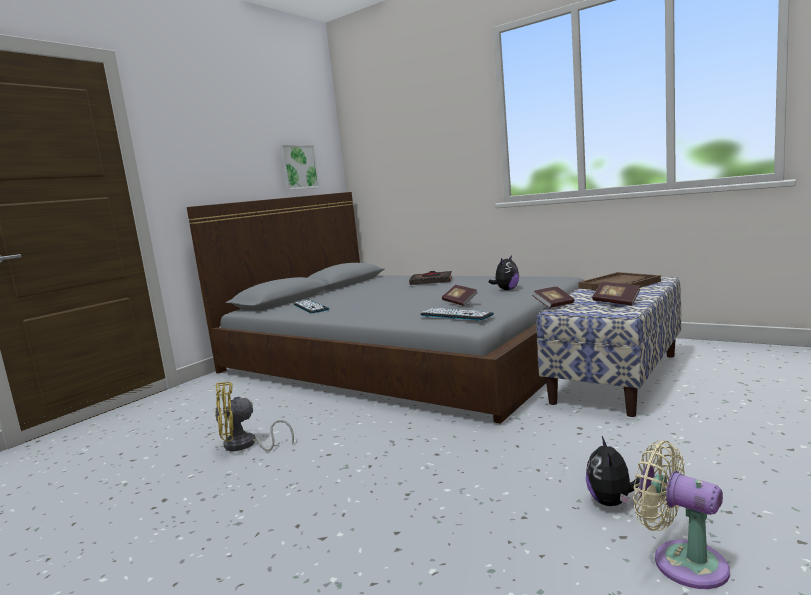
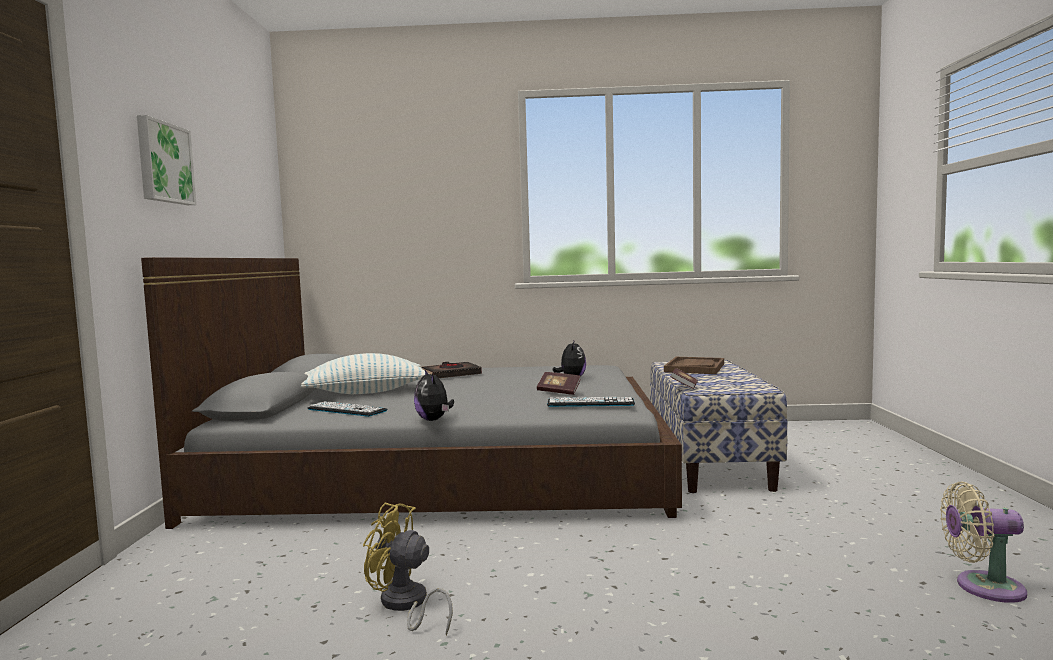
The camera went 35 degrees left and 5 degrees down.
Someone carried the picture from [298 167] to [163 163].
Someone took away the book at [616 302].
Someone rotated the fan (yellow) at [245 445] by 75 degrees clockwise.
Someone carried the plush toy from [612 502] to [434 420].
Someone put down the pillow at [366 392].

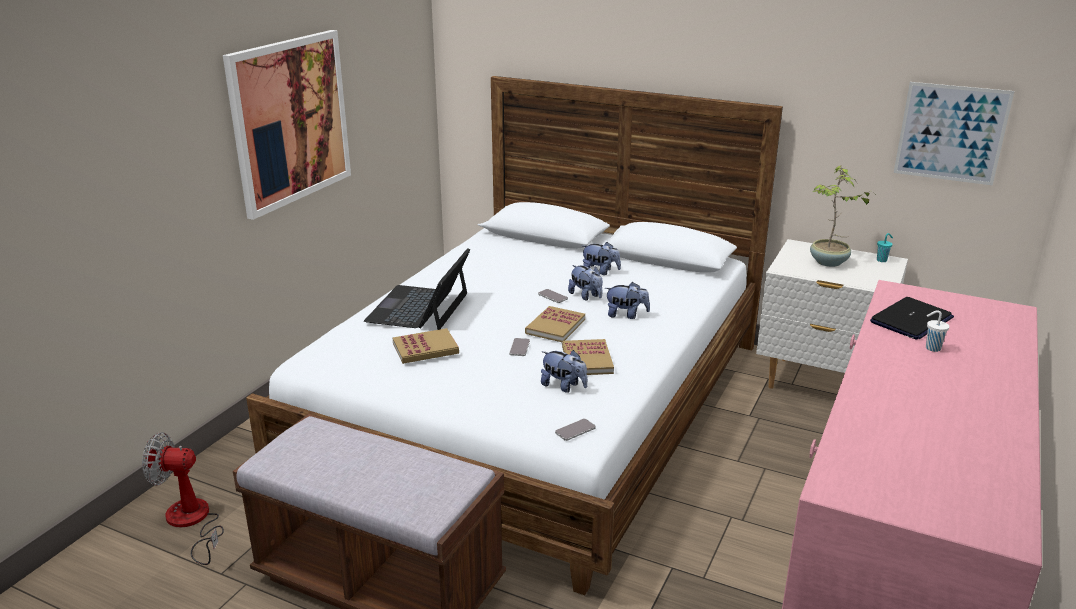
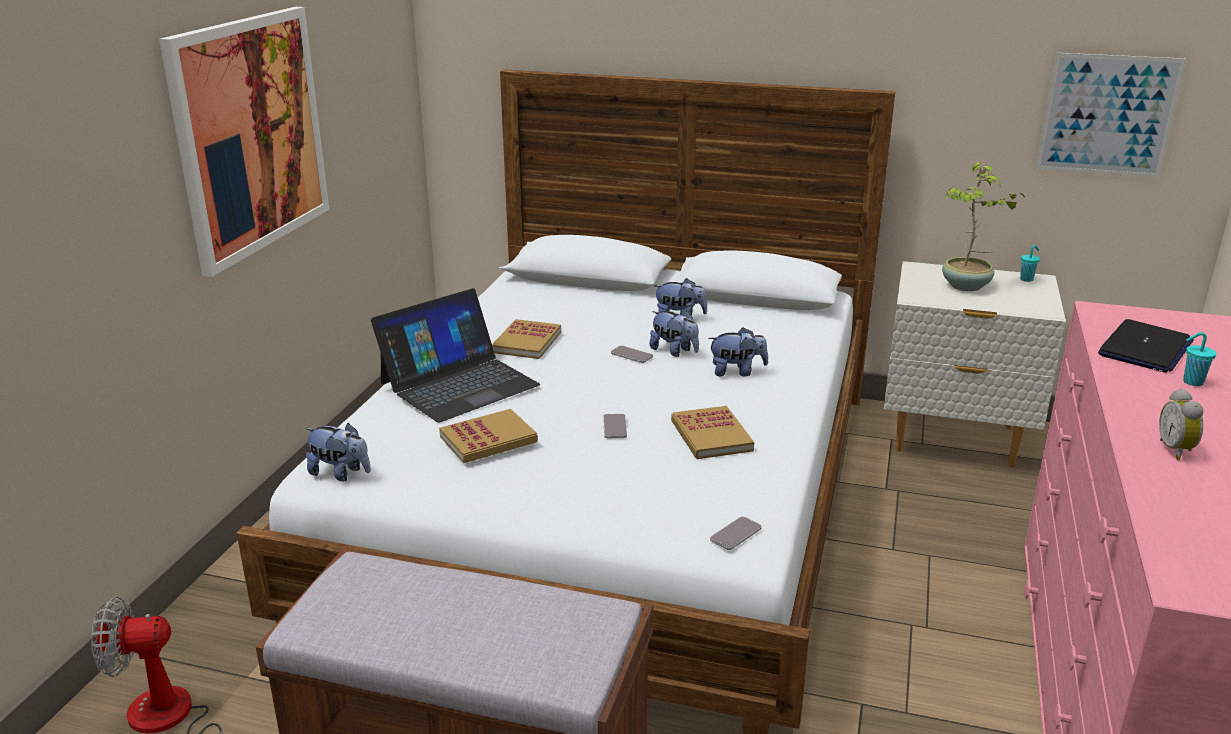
The camera went 10 degrees left and 0 degrees up.
Someone rotated the laptop at [419 307] by 135 degrees counterclockwise.
Someone carried the book from [555 326] to [526 342].
Someone repainted the cup (white) at [931 348], which became the cup (turquoise) at [1191 382].
Someone carried the plush toy from [564 386] to [340 473].
Someone put down the alarm clock at [1177 450].

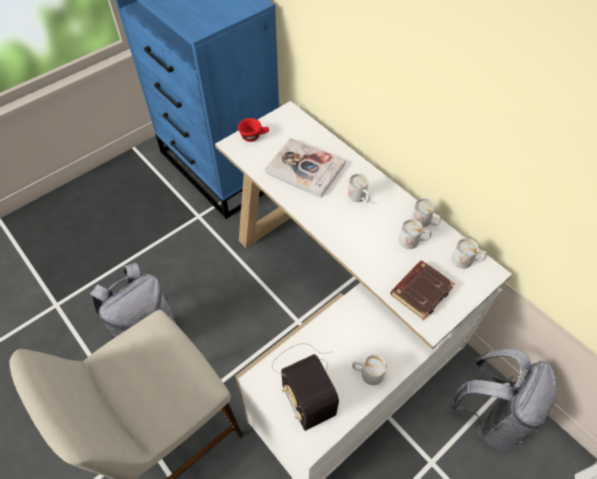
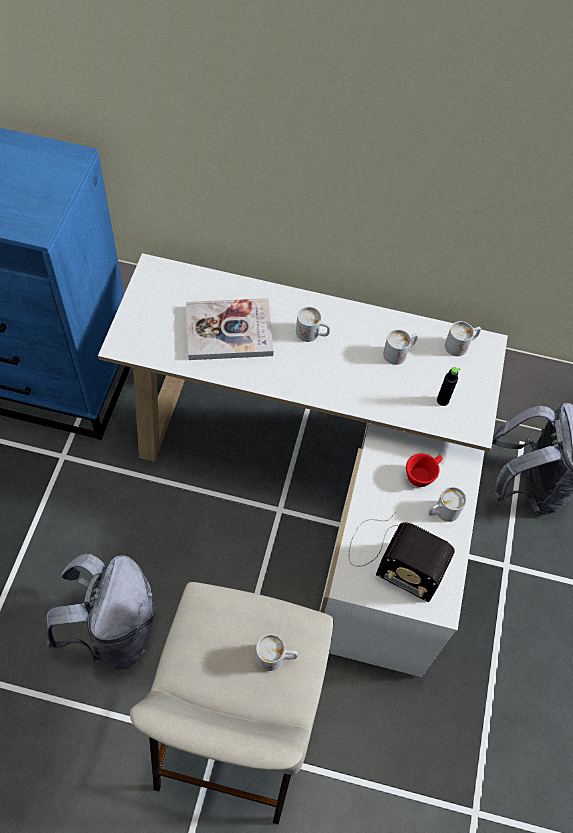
The camera went 40 degrees left and 5 degrees up.
Someone carried the cup (red) from [254 136] to [422 474].
Someone carried the mug (white) from [424 222] to [276 658].
Someone swapped the book (brown) at [420 291] for the bottle (black) at [442 400].

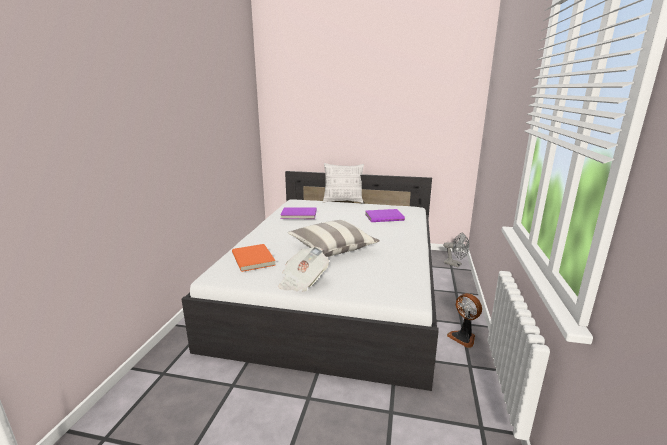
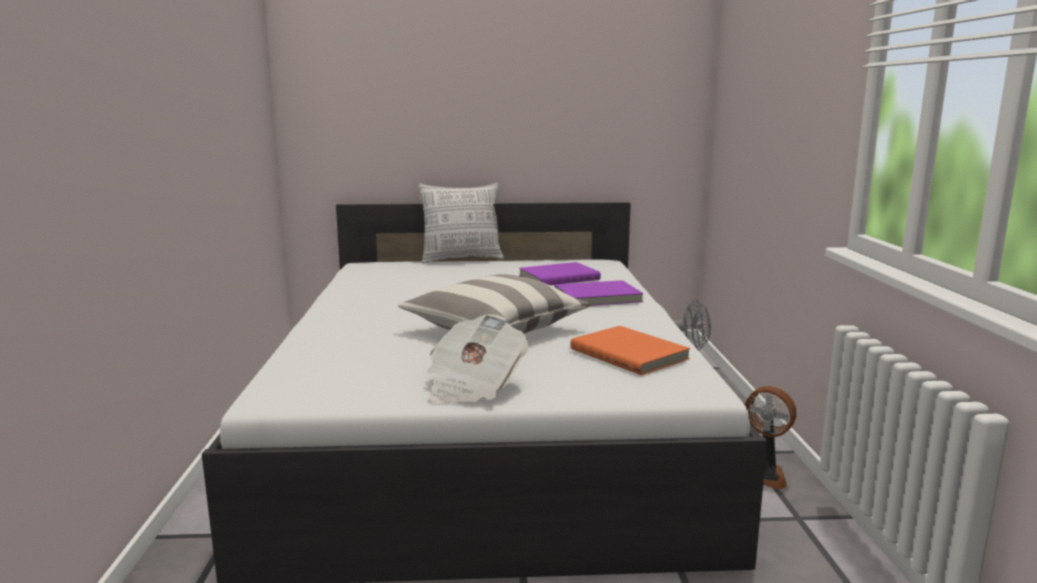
The camera went 15 degrees left and 5 degrees down.
Someone carried the book (purple) from [299 215] to [598 297].
Someone carried the book (orange) from [254 259] to [630 353].

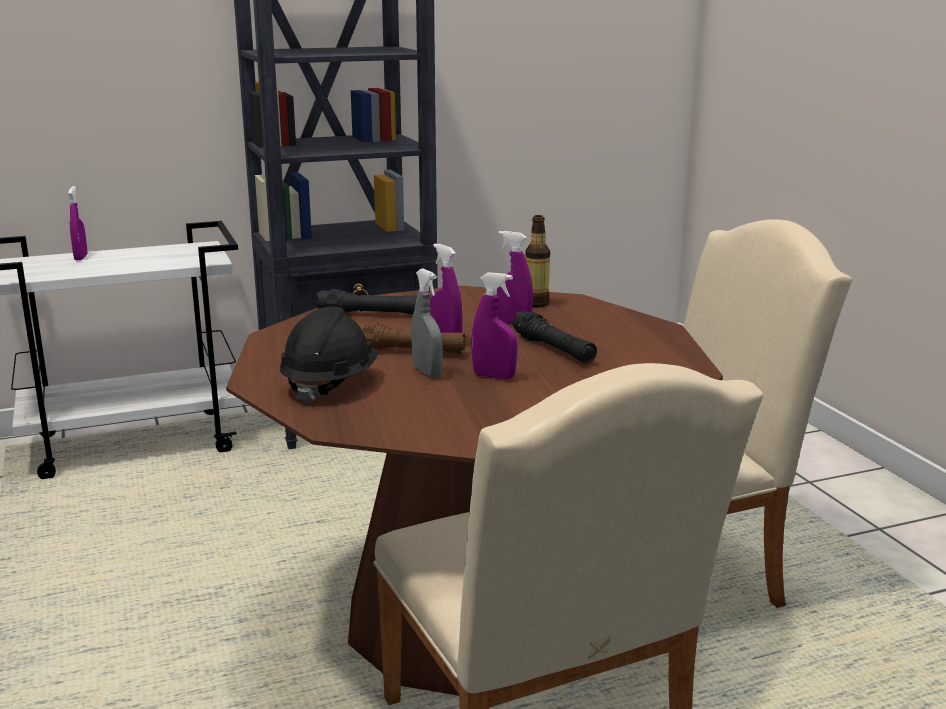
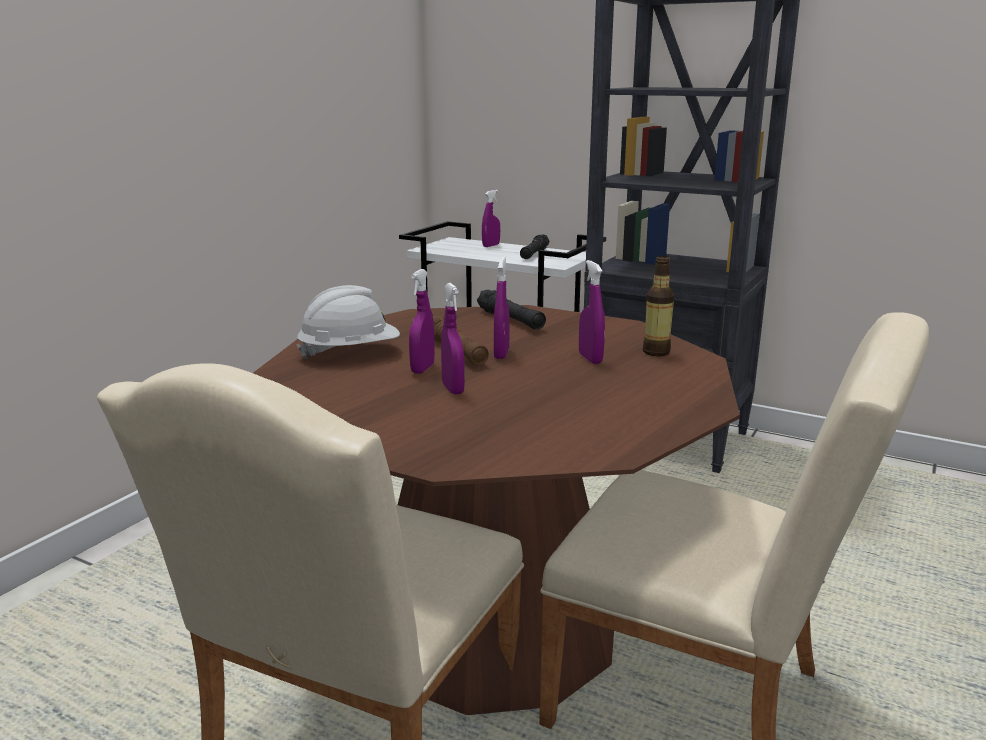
The camera went 50 degrees right and 0 degrees up.
Someone repainted the spray bottle (grey) at [427 372], which became the spray bottle (purple) at [422 369].
Someone repainted the hard hat (black) at [330 384], which became the hard hat (white) at [350 353].
Someone carried the flashlight (black) from [554 349] to [534 254].

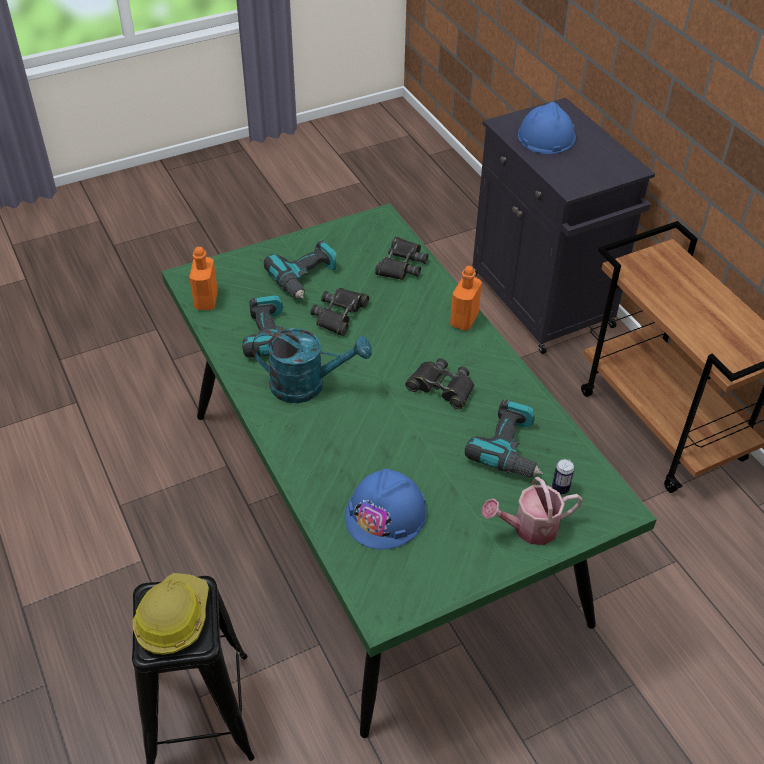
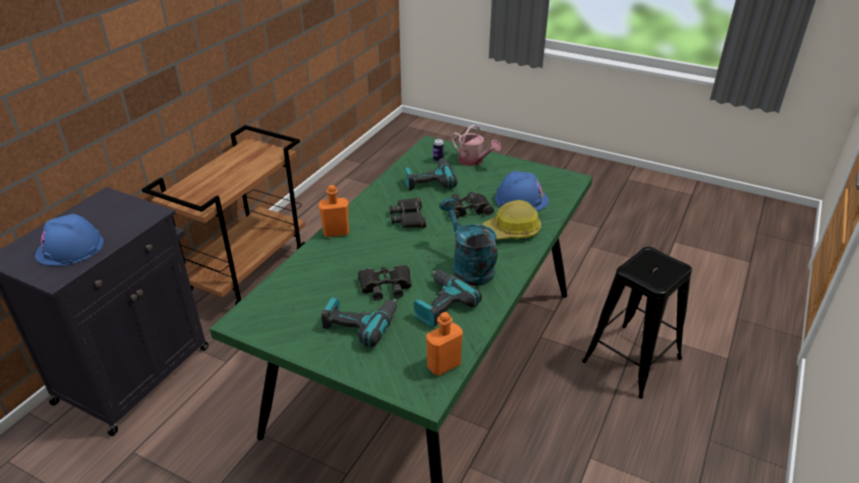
The camera went 125 degrees left and 10 degrees down.
Someone carried the binoculars (black) from [401 264] to [467 210].
Someone carried the hard hat from [173 619] to [512 231].

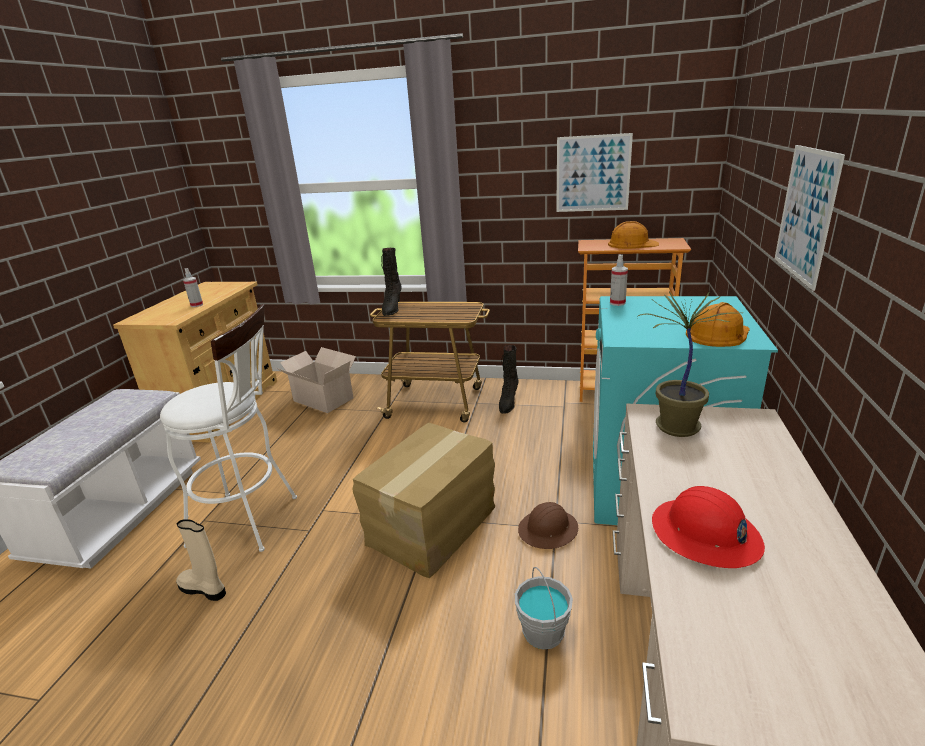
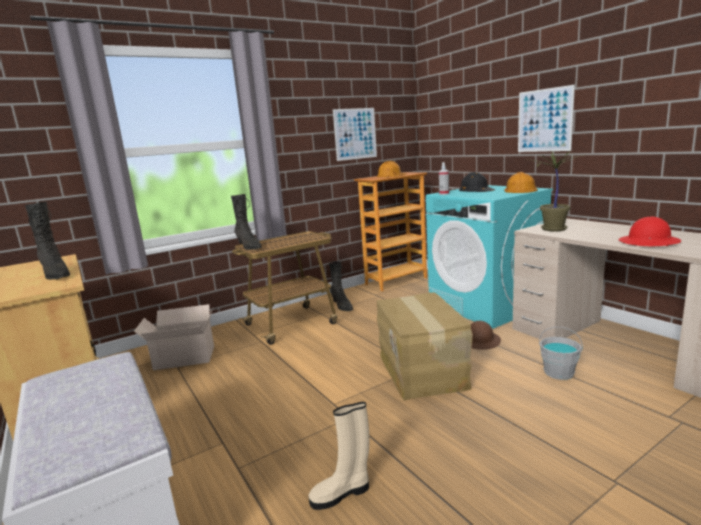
The camera went 45 degrees left and 10 degrees down.
Someone swapped the spray bottle at [197 305] for the boot (black) at [55 274].
Someone took away the stool (white) at [252 521].
Someone put down the hard hat (black) at [476 189].

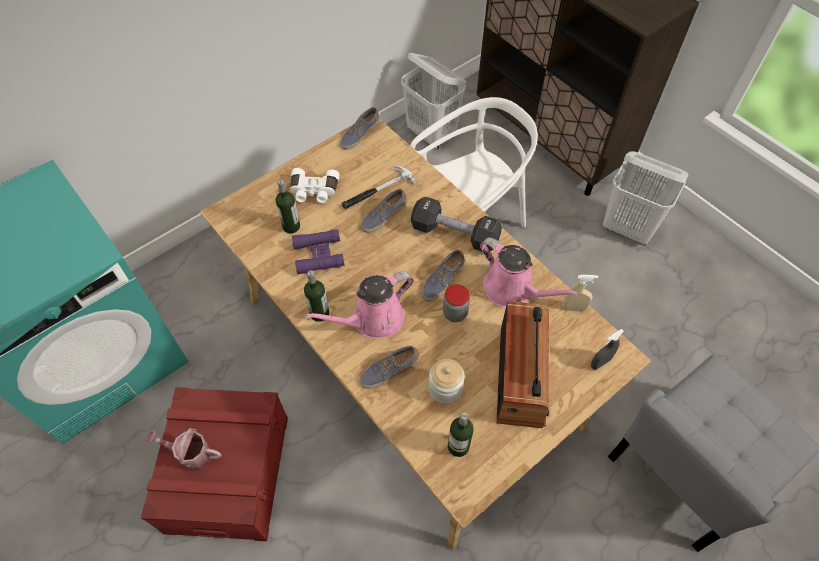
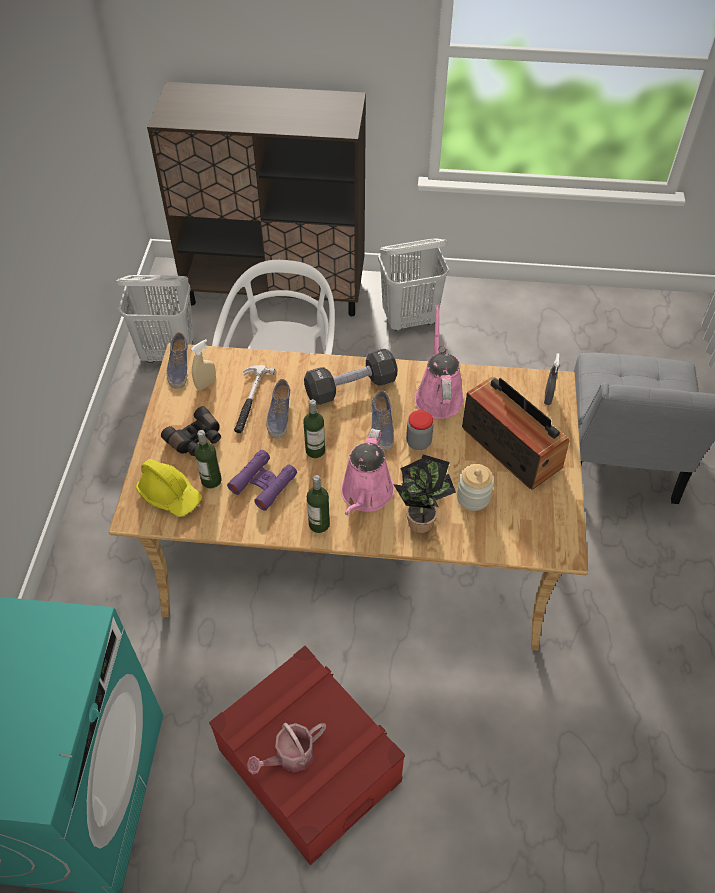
The camera went 45 degrees left and 5 degrees down.
Someone repainted the binoculars (white) at [314 191], which became the binoculars (black) at [196 439].
Someone rotated the watering can (pink) at [512 290] by 90 degrees counterclockwise.
Someone carried the spray bottle (beige) from [574 308] to [206 384].
Someone swapped the shoe at [389 370] for the potted plant at [420 518].
Someone carried the bottle from [458 446] to [315 450].
Someone put down the hard hat (yellow) at [170 495].

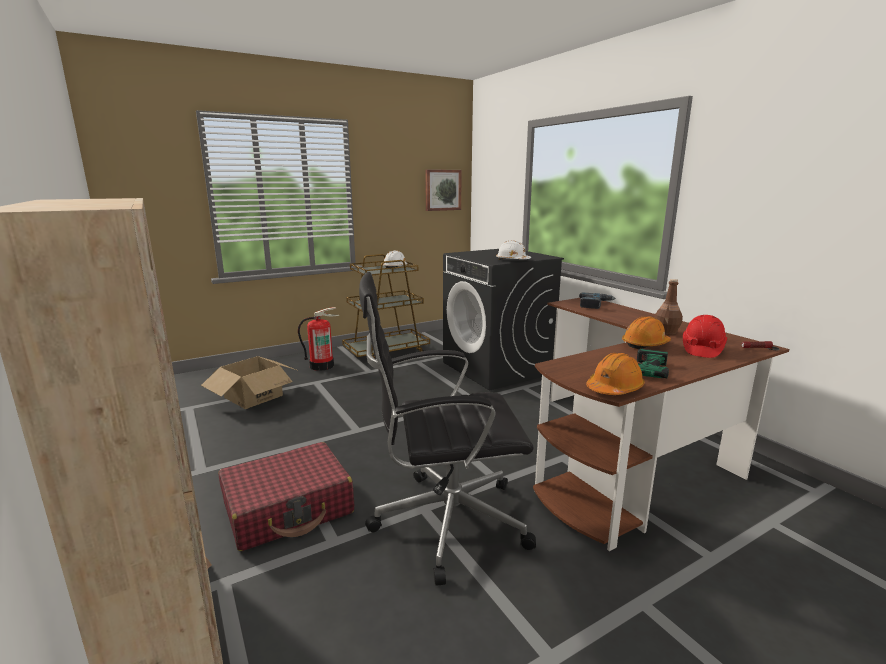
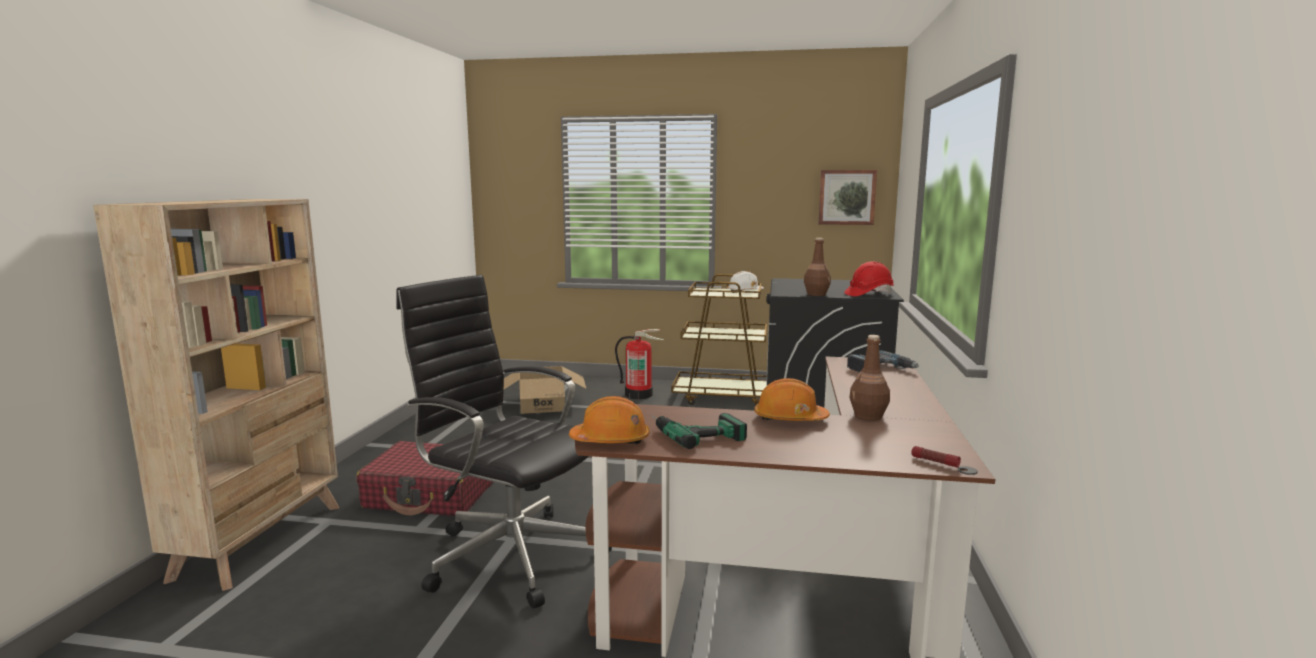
The camera went 40 degrees right and 5 degrees down.
Someone swapped the hard hat (white) at [512 260] for the bottle (brown) at [816 294].
Someone carried the hard hat (red) from [702 349] to [868 294].

